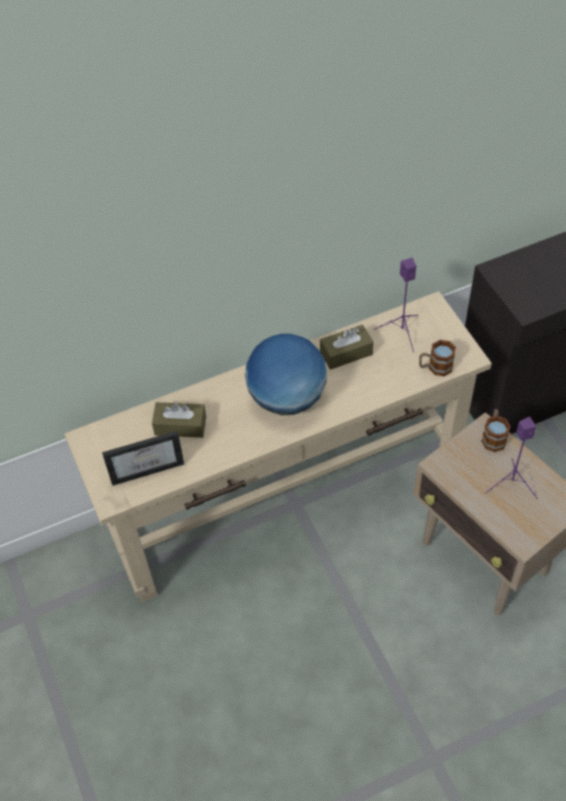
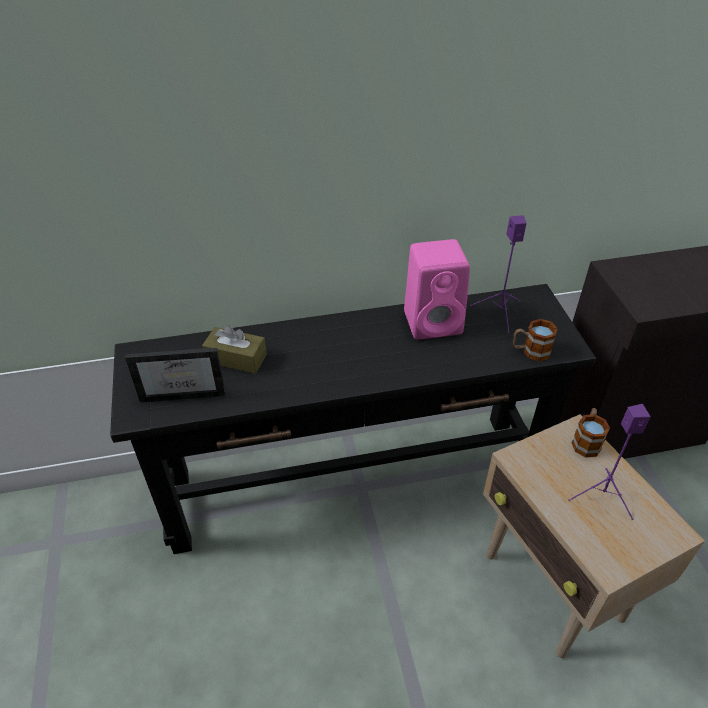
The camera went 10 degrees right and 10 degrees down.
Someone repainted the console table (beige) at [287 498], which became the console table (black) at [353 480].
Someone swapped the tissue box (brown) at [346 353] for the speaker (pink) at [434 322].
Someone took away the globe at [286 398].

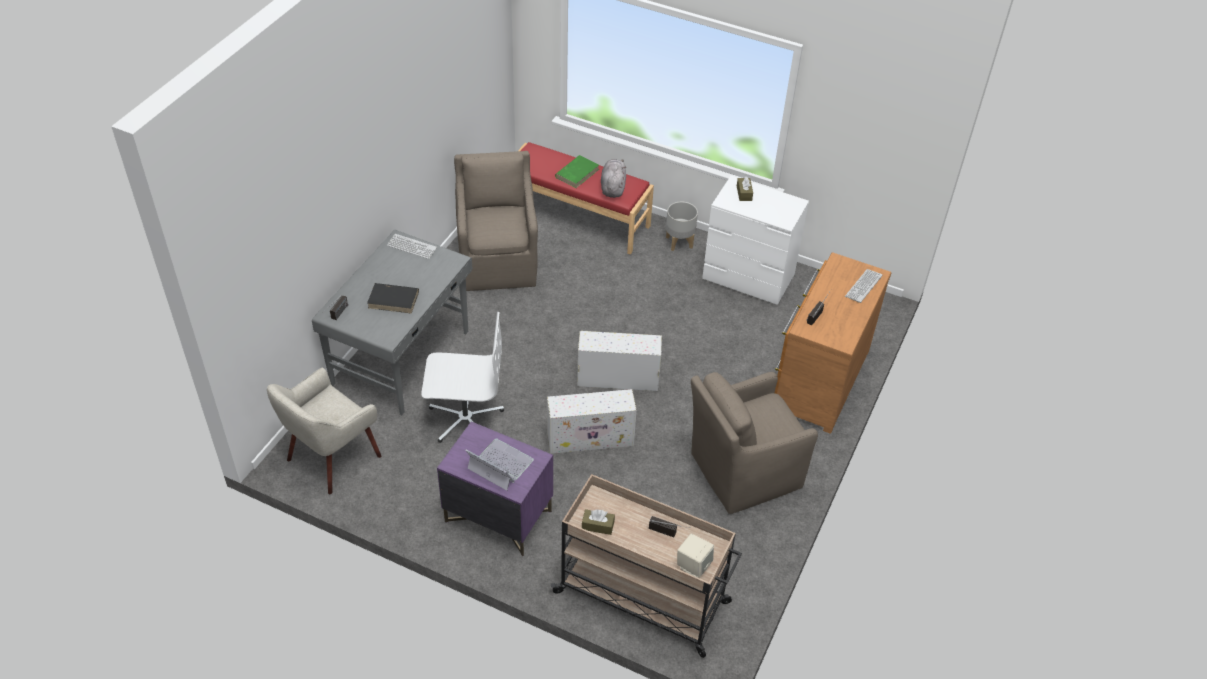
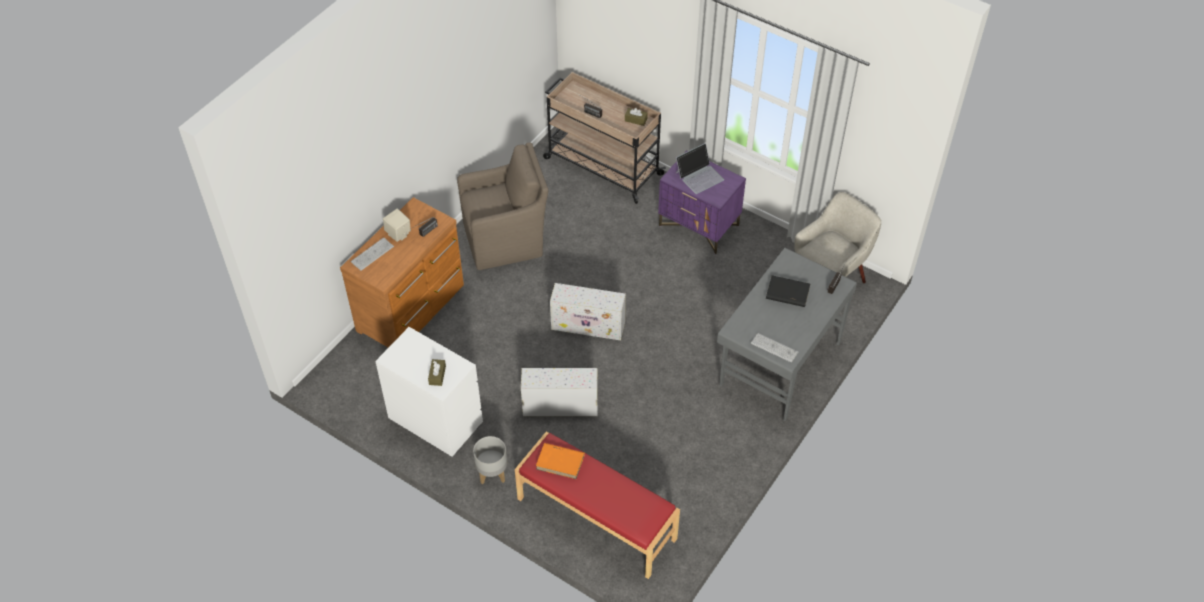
The camera went 170 degrees left and 5 degrees up.
Someone took away the armchair (brown) at [498 261].
Someone took away the book (green) at [577 173].
Someone swapped the plush toy (grey) at [613 187] for the book (orange) at [560 462].
Someone took away the office chair (white) at [465 418].
Someone carried the storage box (white) from [591 438] to [559 406].
Someone rotated the laptop at [499 464] by 75 degrees counterclockwise.
Someone carried the speaker (beige) from [693 565] to [398 234].

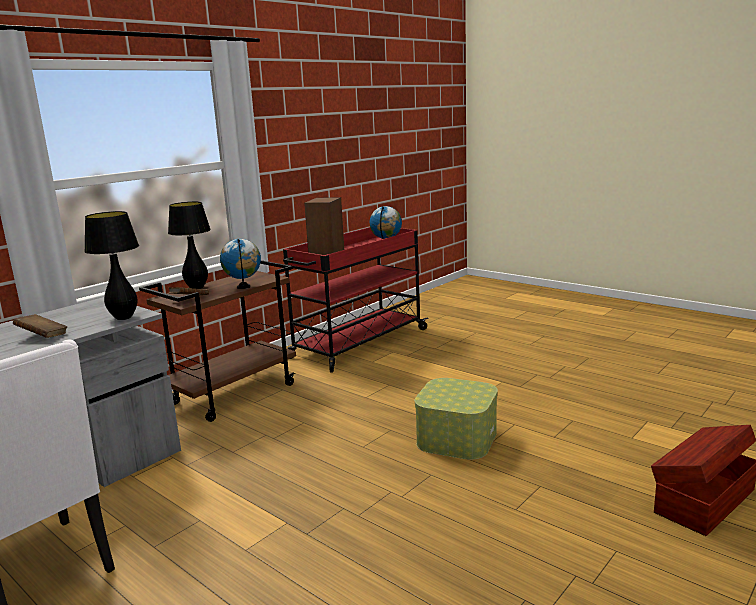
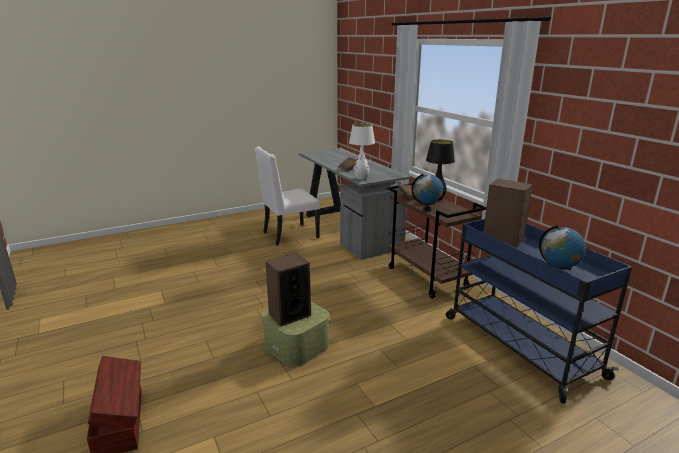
The camera went 110 degrees right and 5 degrees up.
Someone repainted the table lamp (black) at [123 317], which became the table lamp (white) at [361 178].
Someone repainted the cart (red) at [358 344], which became the cart (blue) at [519 344].
Someone put down the speaker at [289 314].

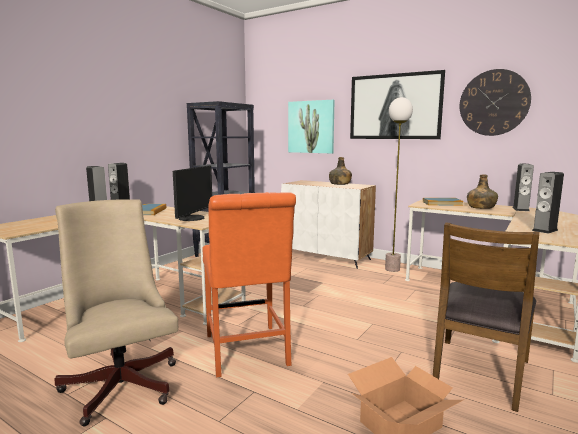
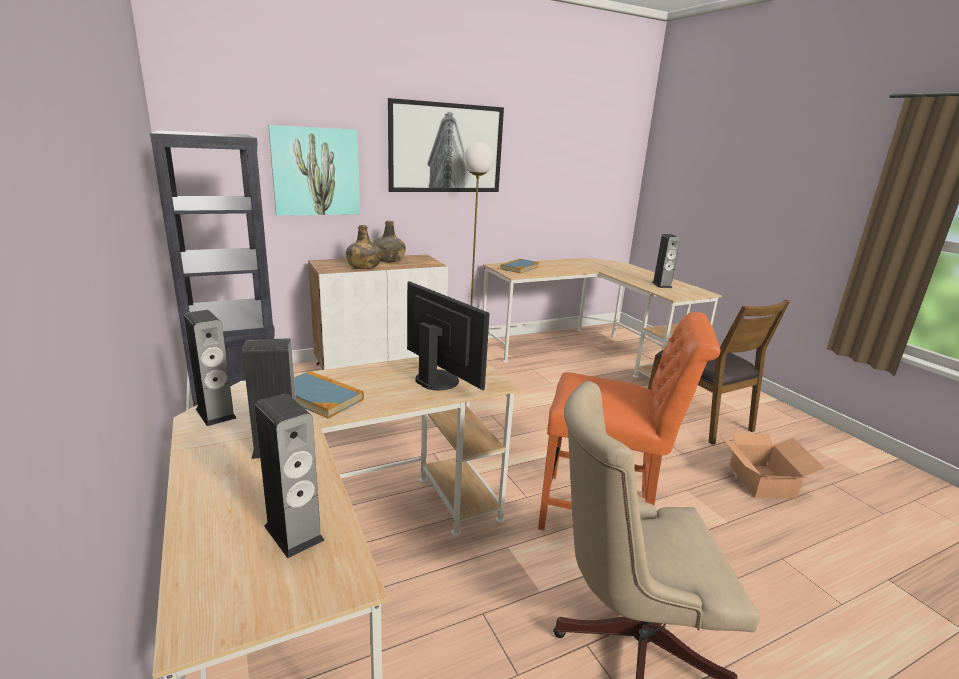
The camera went 60 degrees left and 10 degrees up.
Someone took away the wall clock at [494 102].
Someone carried the speaker from [520 209] to [294 533].
Someone carried the bottle (green) from [481 207] to [363 266].

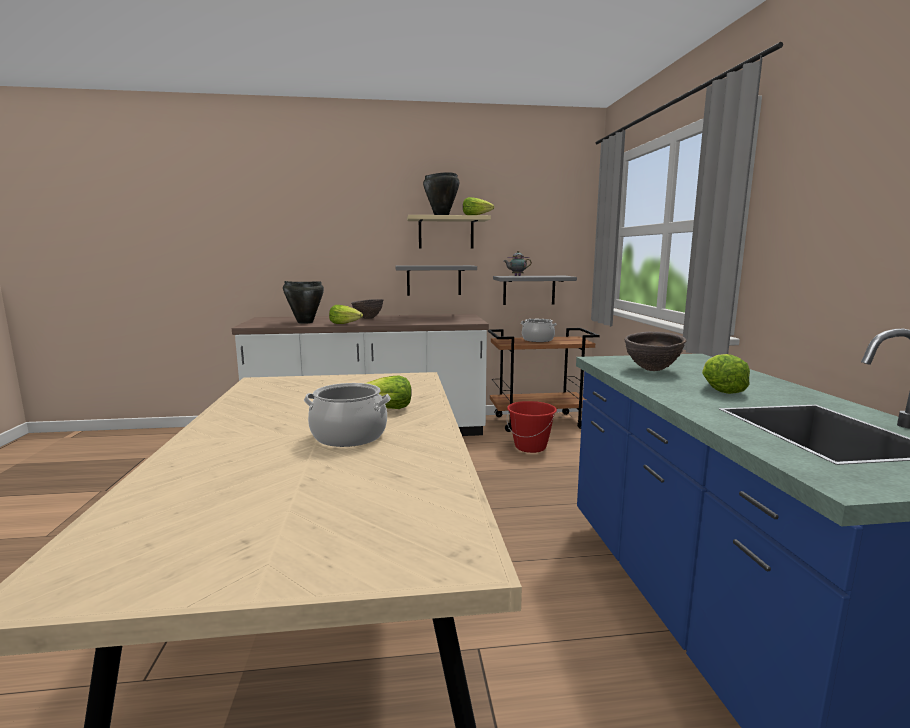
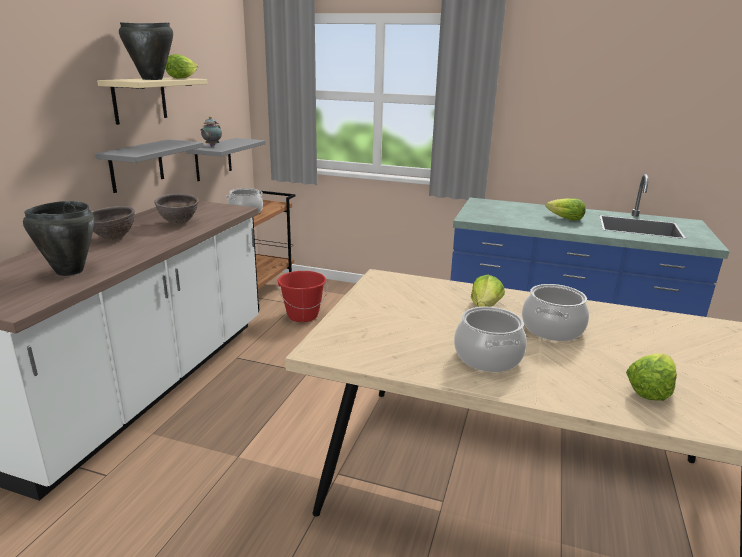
The camera went 65 degrees left and 10 degrees up.
Someone carried the lettuce from [345 324] to [649 389].
Someone carried the bowl (brown) from [652 370] to [179 223].
Someone put down the cooking pot at [488 357].

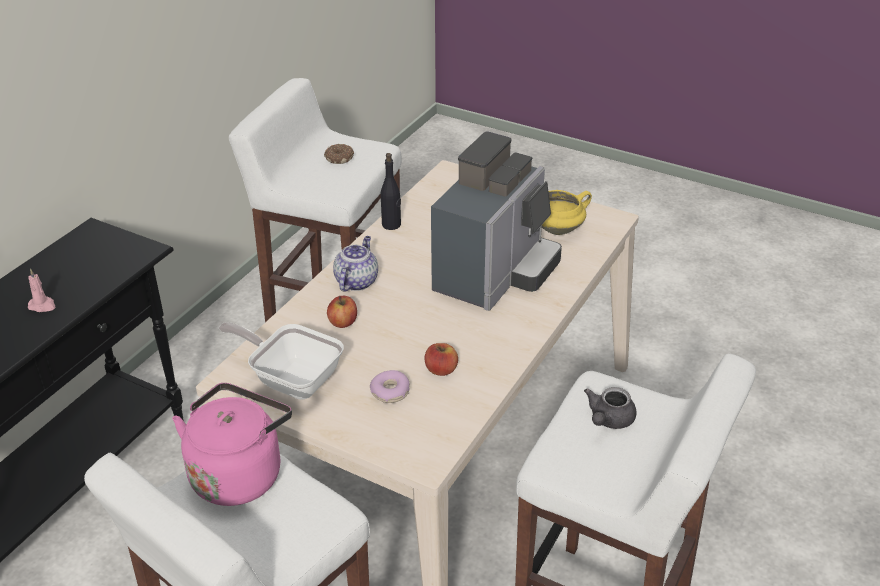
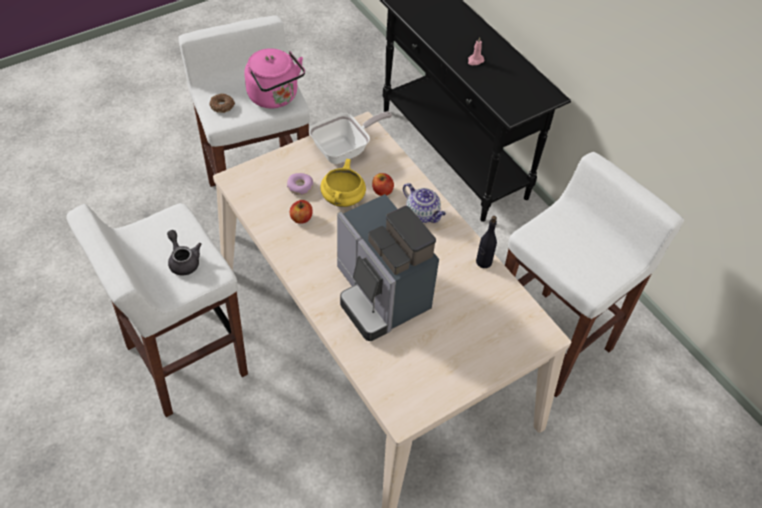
The camera went 115 degrees right and 15 degrees up.
Someone carried the donut from [339 158] to [222 106].
Someone carried the cooking pot (yellow) from [557 229] to [343 199].

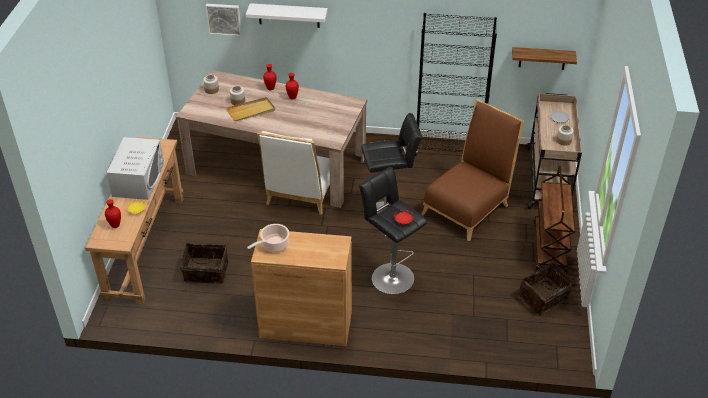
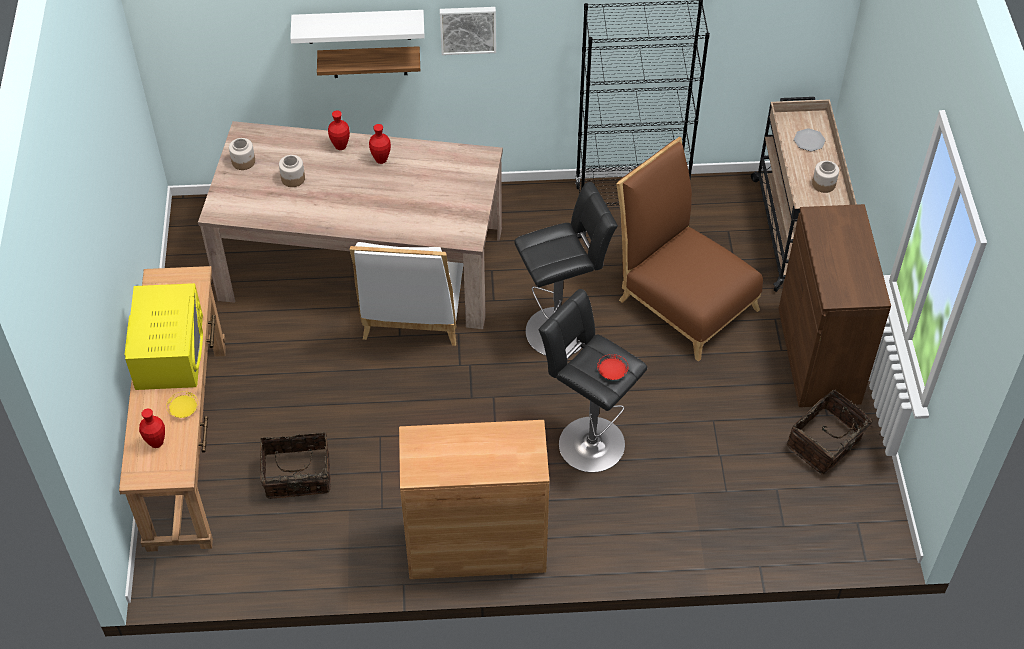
The camera went 10 degrees left and 10 degrees up.
Someone carried the picture from [224 19] to [468 28].
Someone carried the shelf from [542 58] to [369 62].
Someone took away the tray (beige) at [251 111].
Someone rotated the chair (brown) at [468 206] by 75 degrees counterclockwise.
Someone repainted the microwave (white) at [138 179], which became the microwave (yellow) at [169 351].
Someone swapped the cart (brown) at [550 247] for the cabinet (brown) at [818 355].
Someone took away the cooking pot at [273 245].

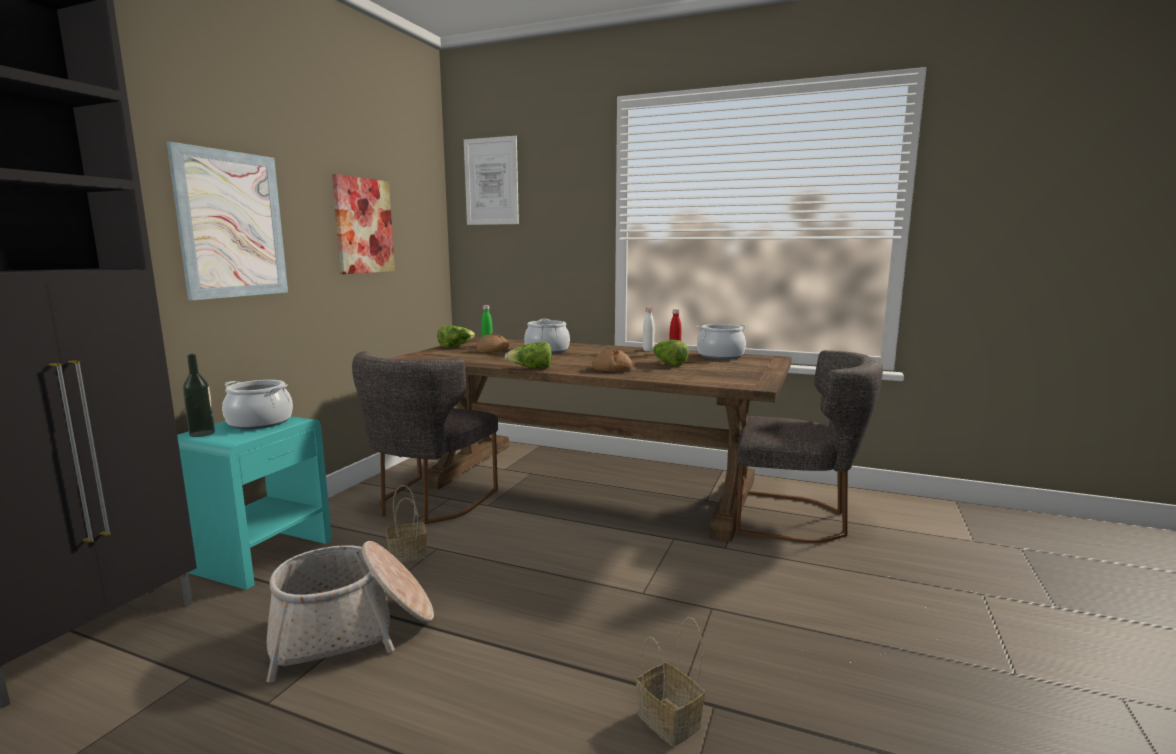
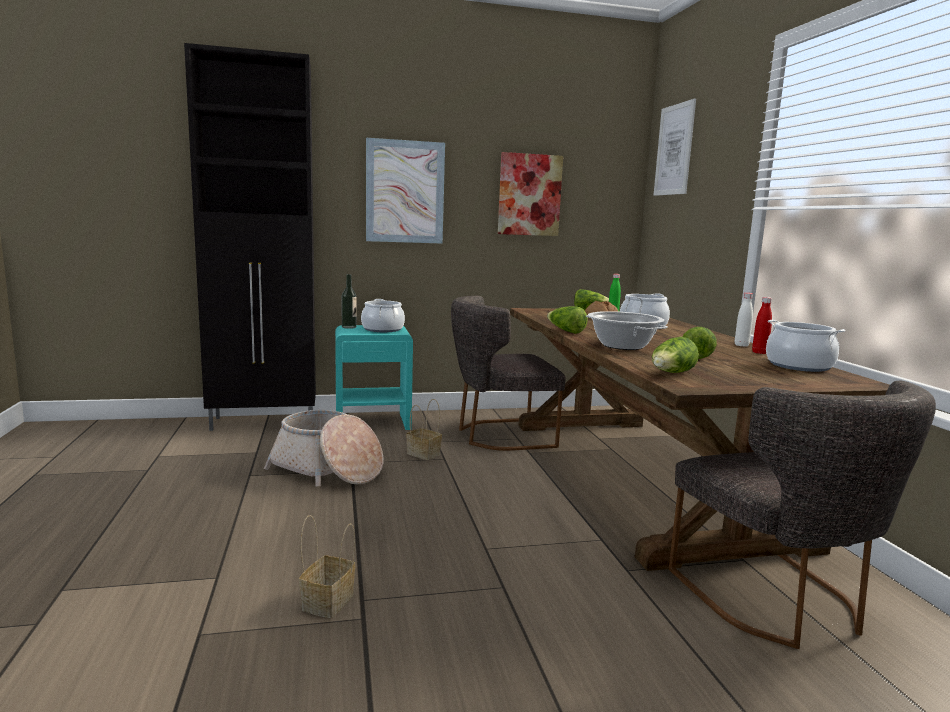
The camera went 55 degrees right and 0 degrees up.
Someone swapped the bread at [612 369] for the cooking pot at [622 346].
Someone put down the lettuce at [671 374].

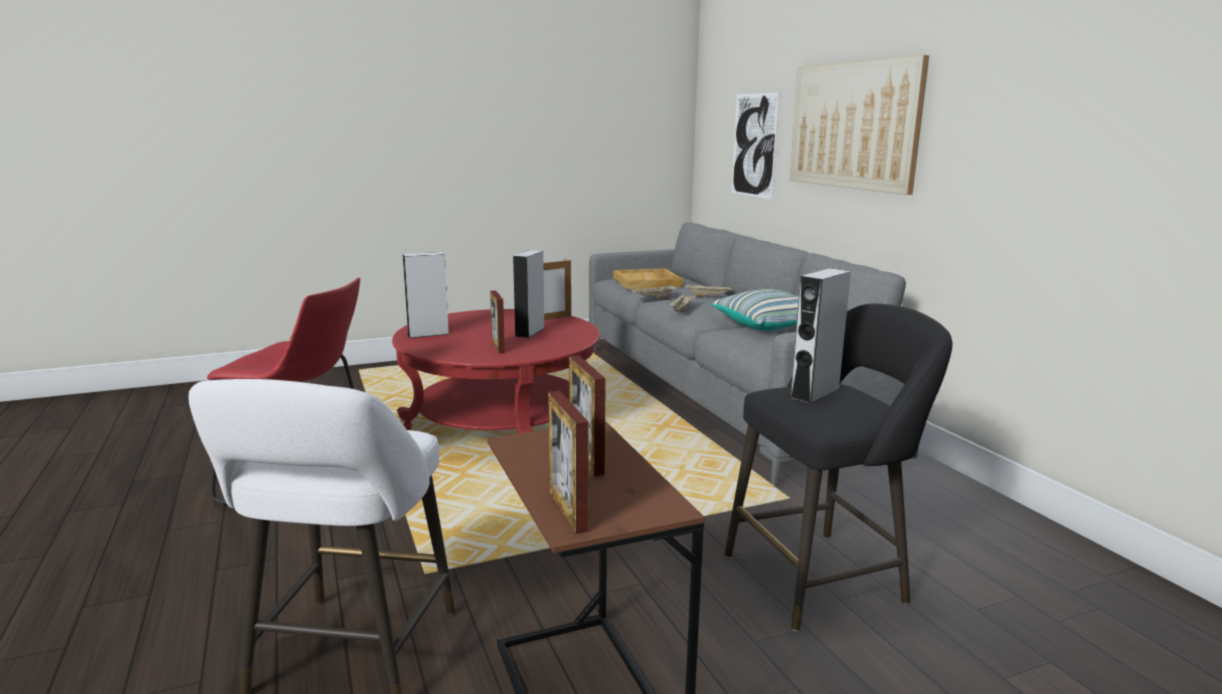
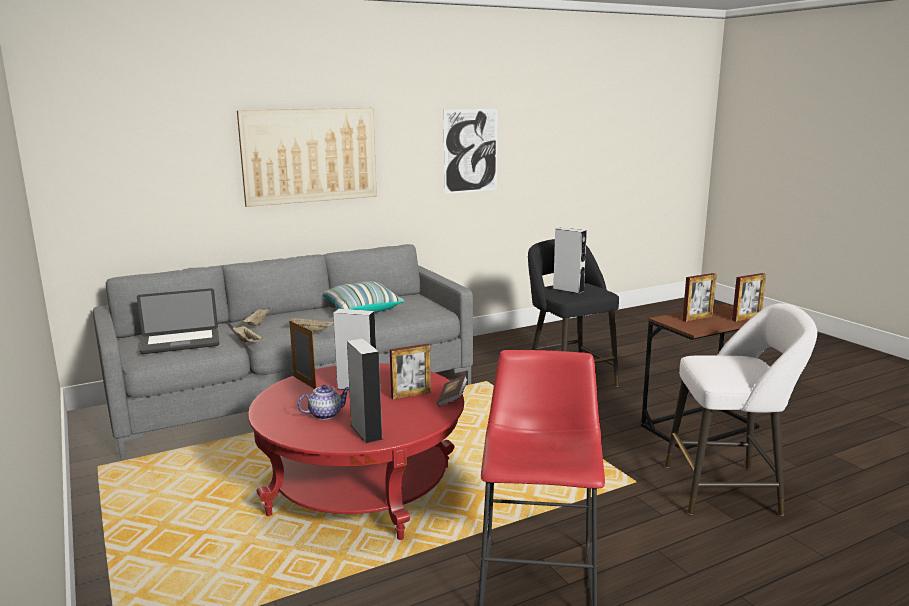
The camera went 95 degrees left and 0 degrees up.
Someone carried the picture from [754 145] to [470 151].
Someone swapped the tray (beige) at [647 282] for the laptop at [180 343].
Someone put down the book at [452 399].
Someone put down the teapot at [326 414].

